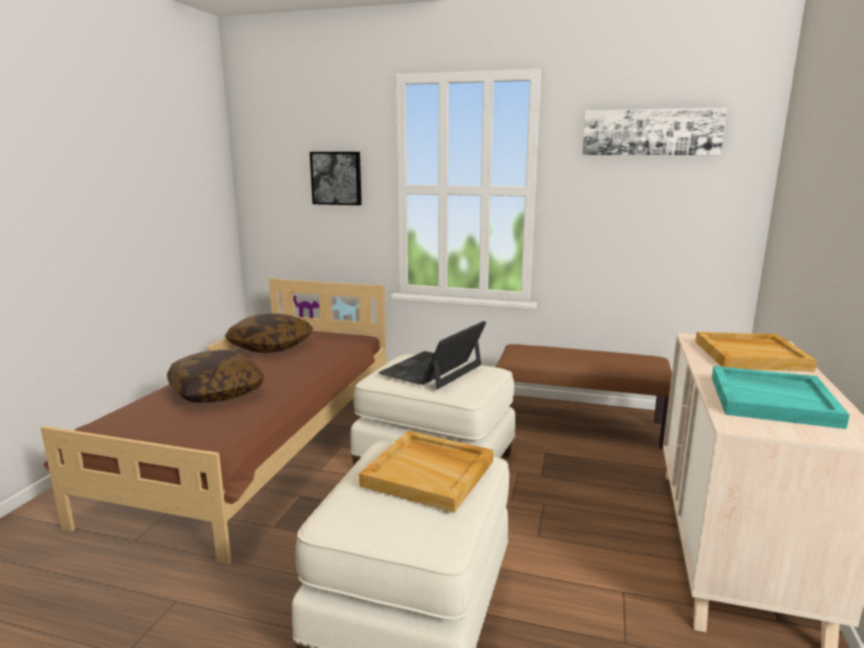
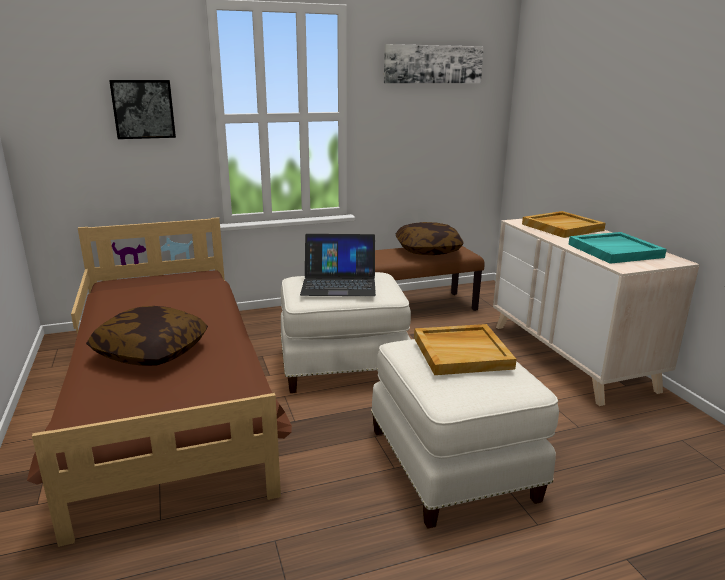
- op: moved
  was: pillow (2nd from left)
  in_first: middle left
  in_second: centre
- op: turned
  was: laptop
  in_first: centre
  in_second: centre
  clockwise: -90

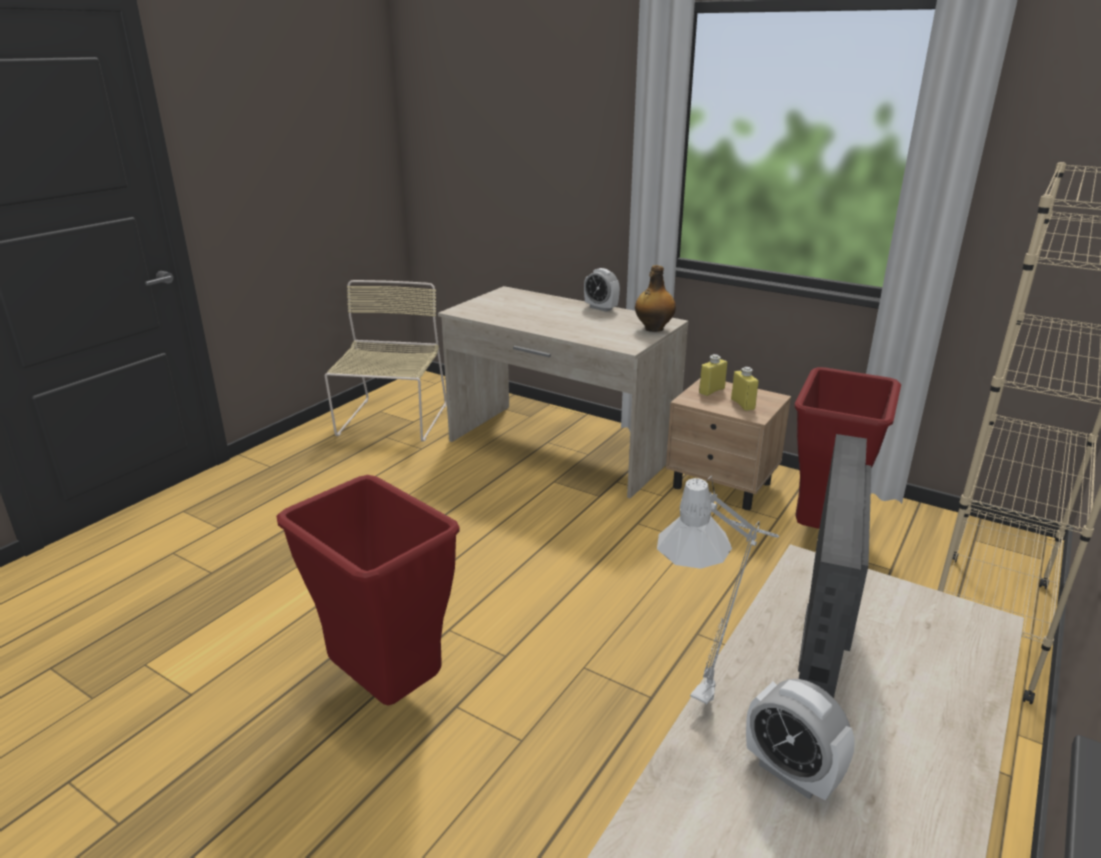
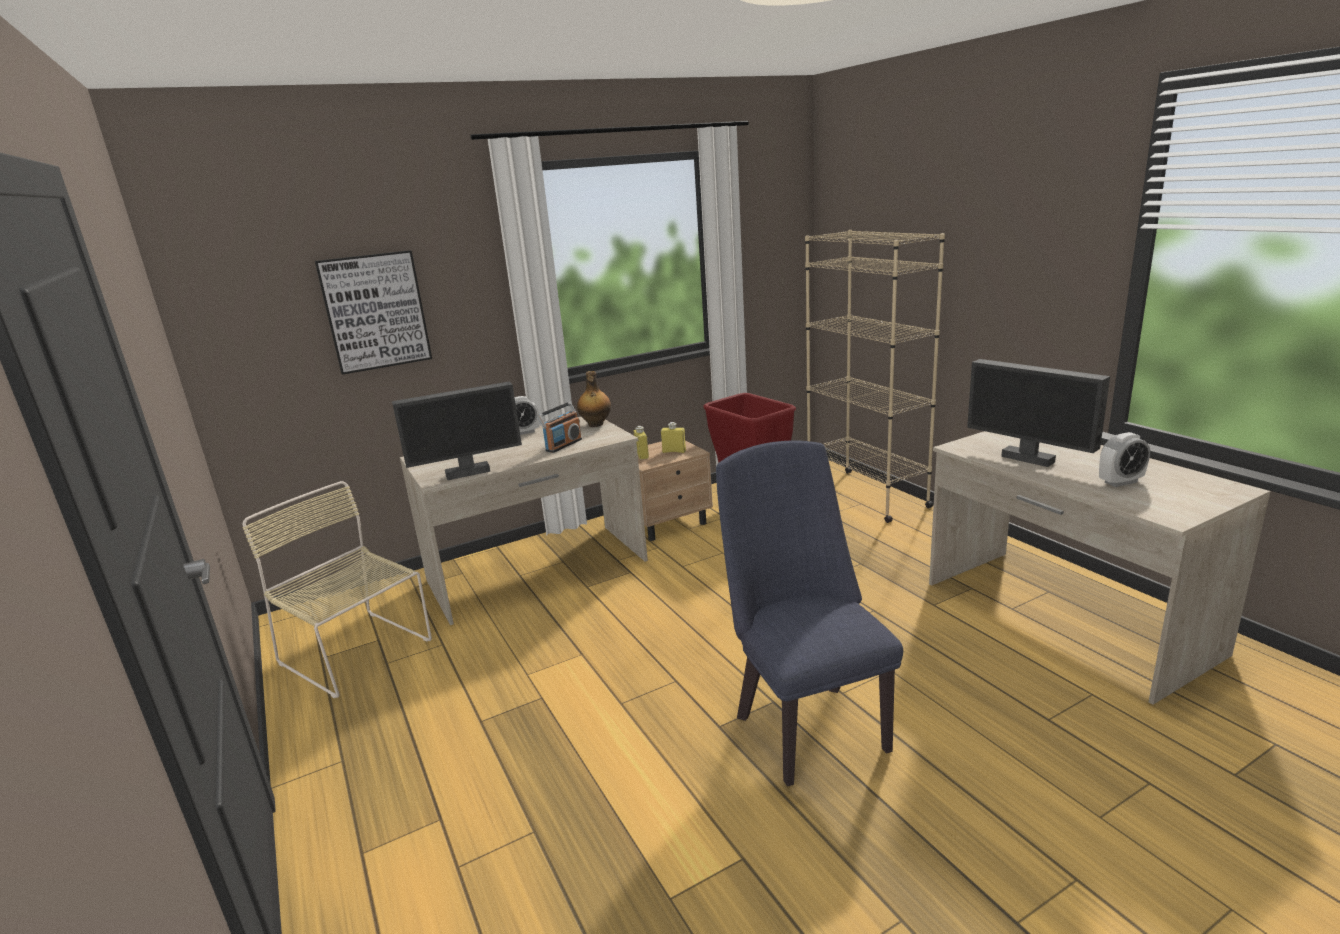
- op: removed
  was: table lamp in grey
  in_first: bottom centre
- op: added
  now: picture
  in_second: middle left
- op: added
  now: monitor (1st from left)
  in_second: centre
- op: added
  now: radio
  in_second: centre
- op: replaced
  was: trash can in red (1st from left)
  now: chair in blue
  in_first: bottom centre
  in_second: centre

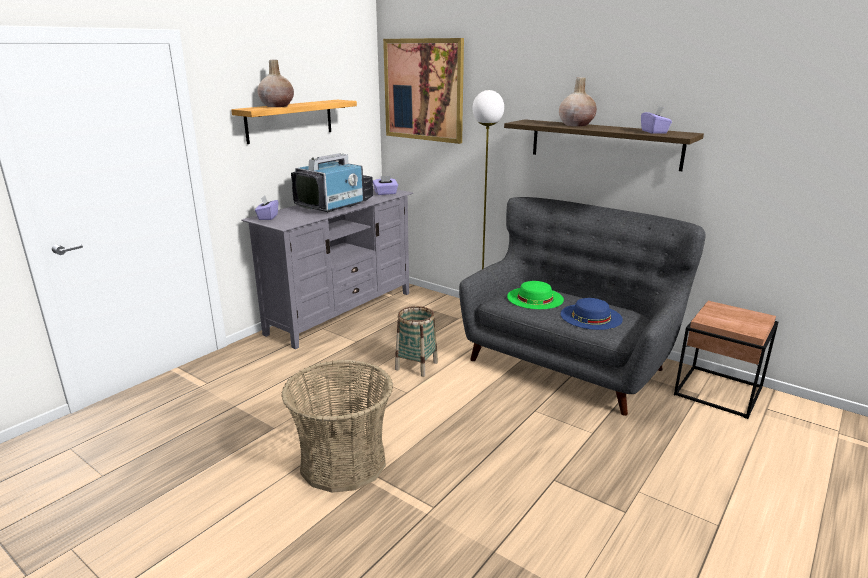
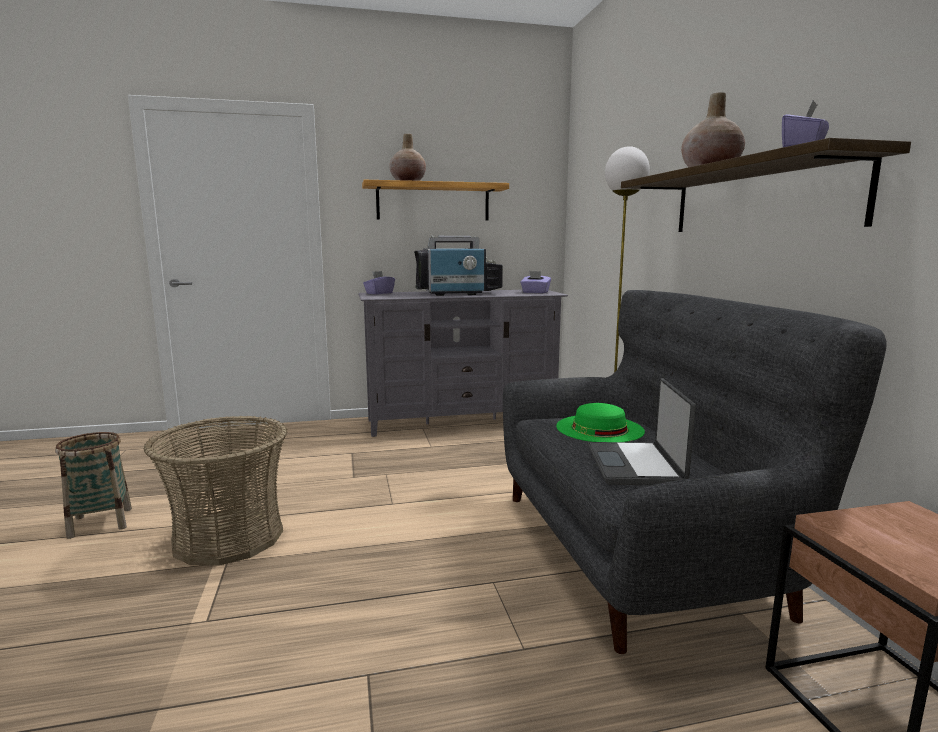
- op: removed
  was: picture
  in_first: top centre
- op: moved
  was: basket (2nd from left in the first image)
  now: basket (1st from left)
  in_first: centre
  in_second: middle left
- op: replaced
  was: hat in blue
  now: laptop
  in_first: middle right
  in_second: middle right

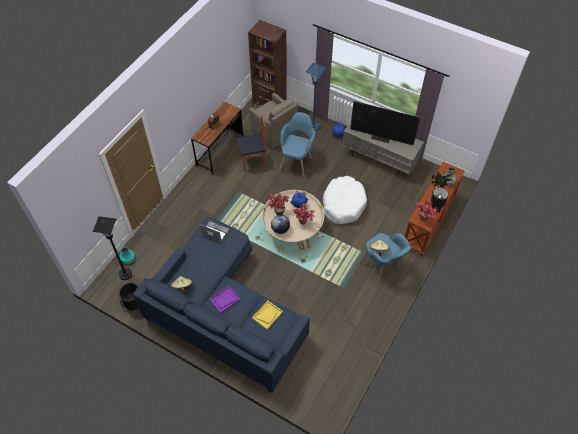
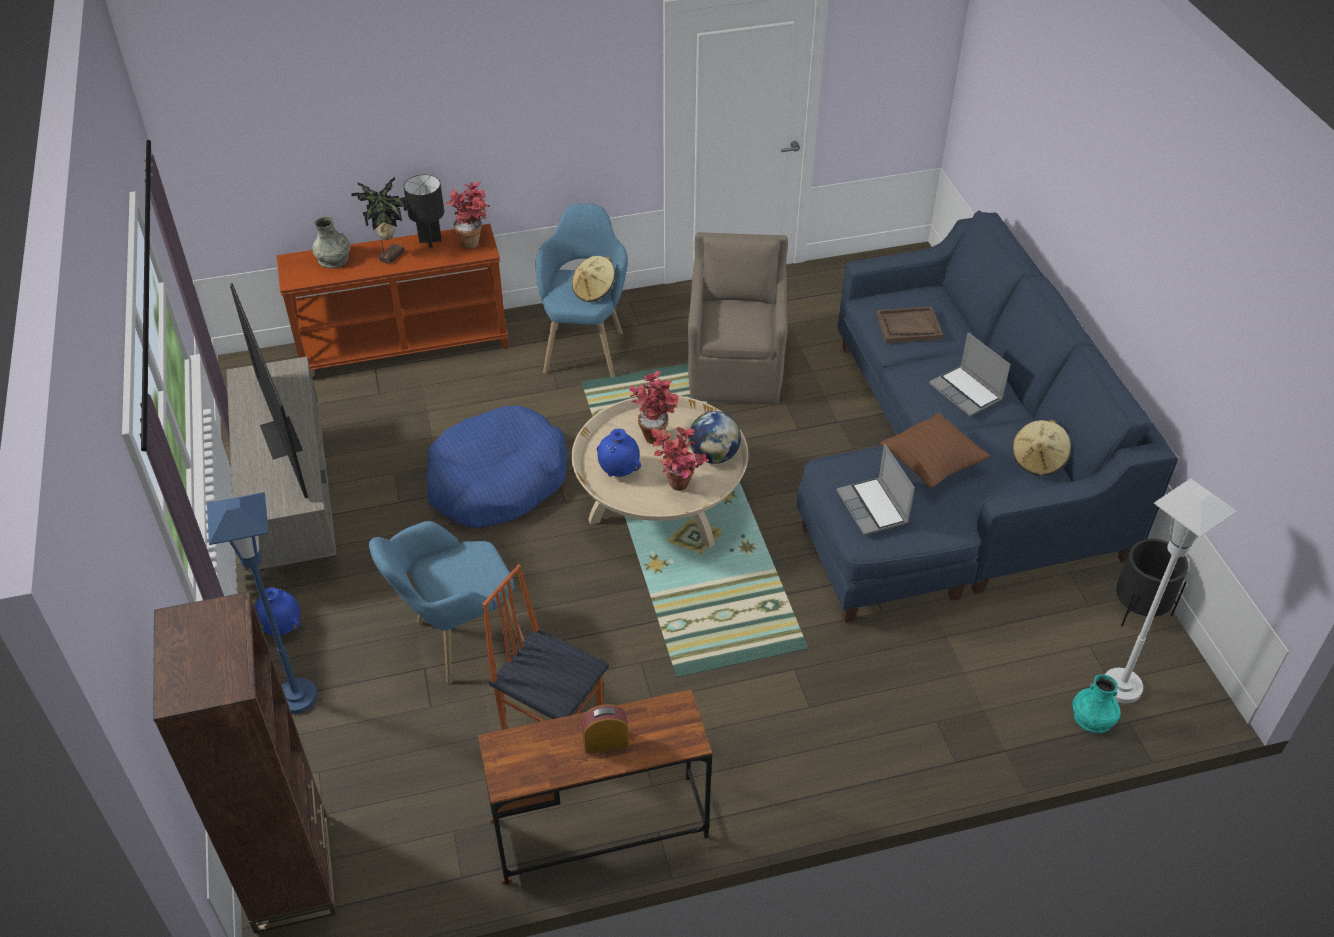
- op: added
  now: pillow in brown
  in_second: middle right
- op: moved
  was: armchair in brown
  in_first: top centre
  in_second: centre
- op: replaced
  was: tray in purple
  now: laptop (2nd from left)
  in_first: bottom centre
  in_second: middle right
- op: recoloured
  was: floor lamp in black
  now: floor lamp in white
  in_first: middle left
  in_second: middle right
- op: recoloured
  was: tray in yellow
  now: tray in brown
  in_first: bottom centre
  in_second: middle right
- op: recoloured
  was: dog bed in white
  now: dog bed in blue
  in_first: centre
  in_second: centre

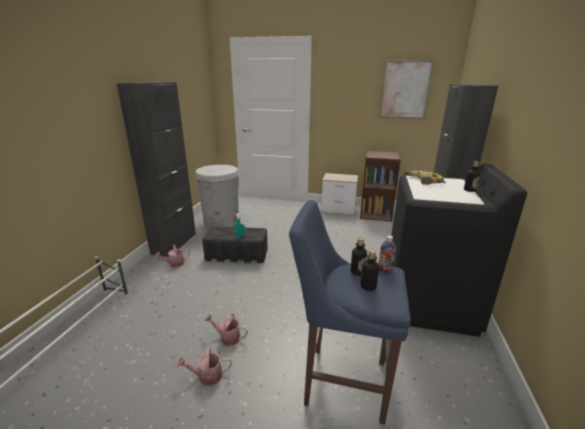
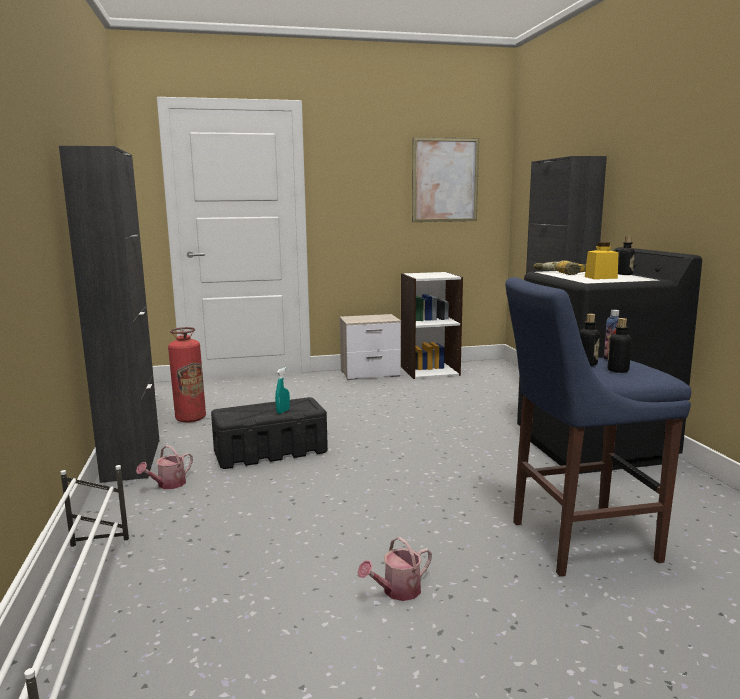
- op: removed
  was: watering can (3rd from left)
  in_first: bottom centre
- op: added
  now: jar in yellow
  in_second: middle right
- op: replaced
  was: trash can in white
  now: fire extinguisher
  in_first: centre
  in_second: middle left
- op: recoloured
  was: bookcase in brown
  now: bookcase in white
  in_first: centre
  in_second: centre

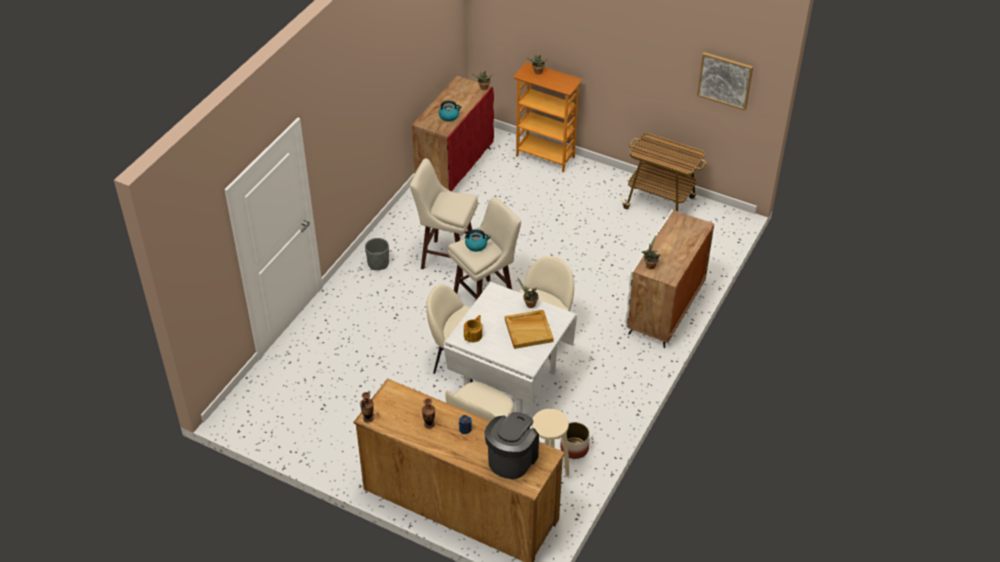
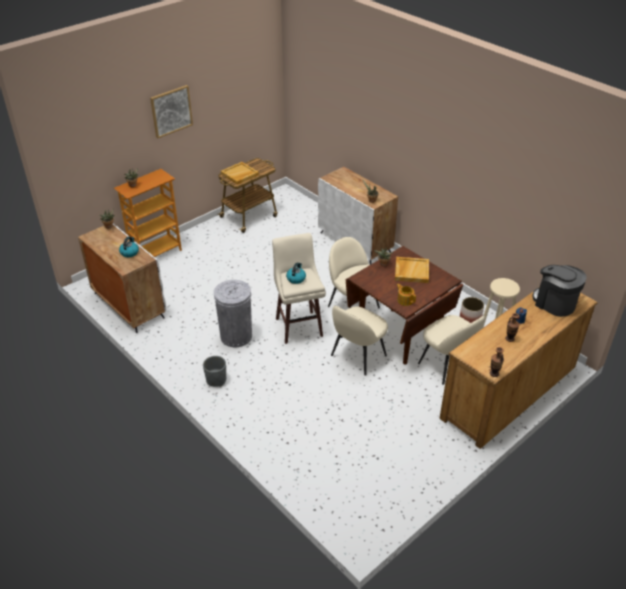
- op: added
  now: tray in beige (1st from left)
  in_second: top centre
- op: moved
  was: picture
  in_first: top right
  in_second: top left
- op: replaced
  was: stool in beige (1st from left)
  now: trash can in grey
  in_first: centre
  in_second: centre
- op: recoloured
  was: cabinet in red
  now: cabinet in white (1st from left)
  in_first: top centre
  in_second: middle left
- op: recoloured
  was: dining table in white
  now: dining table in brown
  in_first: centre
  in_second: centre

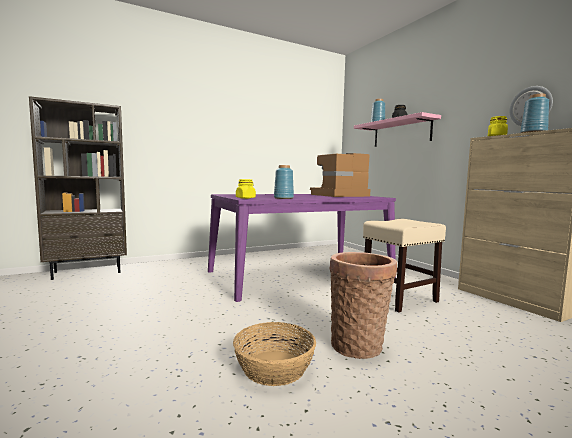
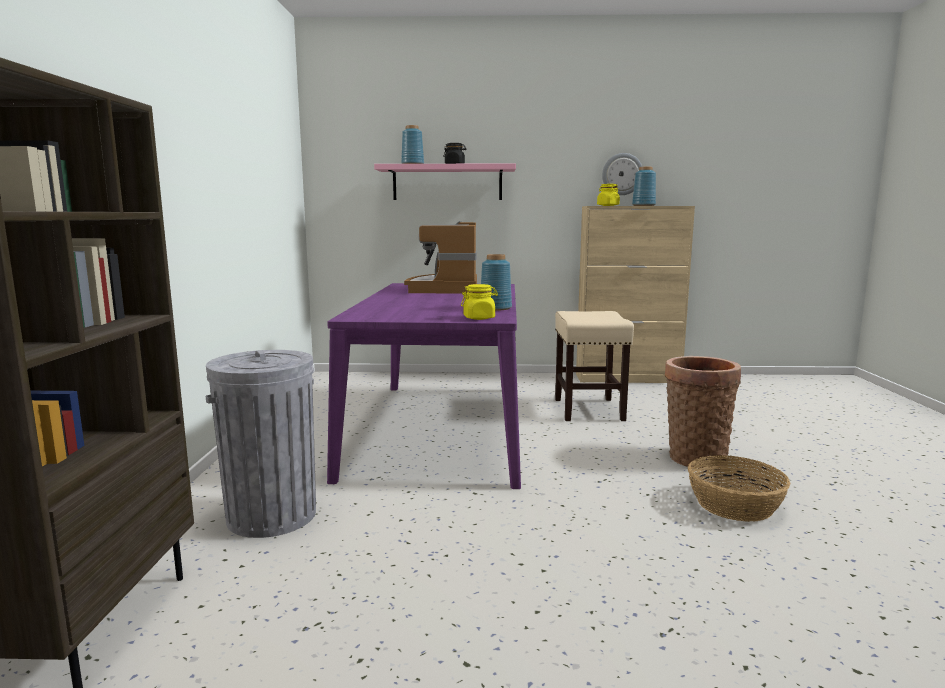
- op: added
  now: trash can in grey
  in_second: middle left

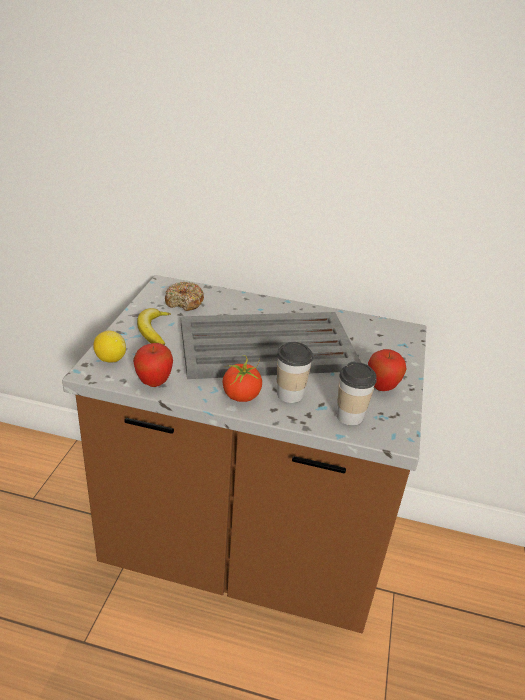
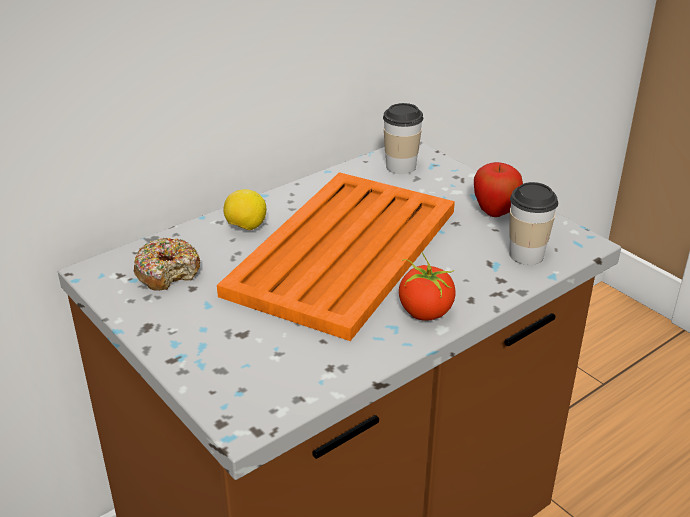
- op: removed
  was: apple (1st from left)
  in_first: middle left
- op: removed
  was: banana
  in_first: middle left
- op: moved
  was: lemon
  in_first: middle left
  in_second: centre
- op: moved
  was: cup (1st from left)
  in_first: centre
  in_second: top centre
- op: recoloured
  was: tray in grey
  now: tray in orange
  in_first: centre
  in_second: centre

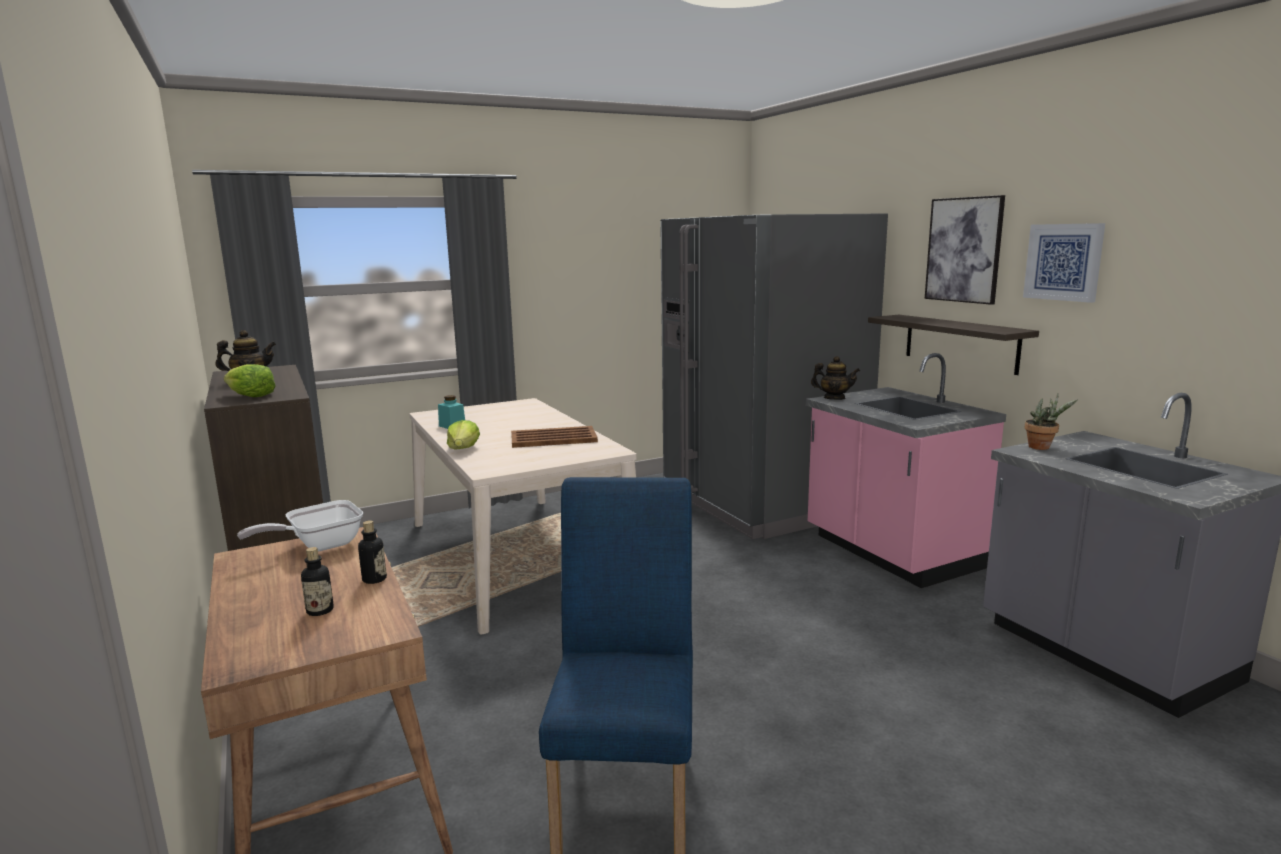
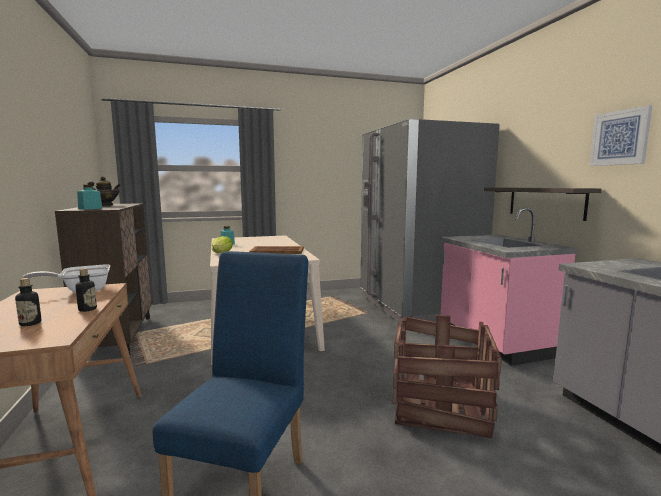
- op: removed
  was: teapot (2nd from left)
  in_first: centre
- op: removed
  was: picture (1st from left)
  in_first: top right
- op: removed
  was: potted plant
  in_first: middle right
- op: added
  now: crate
  in_second: bottom right
- op: replaced
  was: lettuce (1st from left)
  now: jar in turquoise (1st from left)
  in_first: middle left
  in_second: middle left

